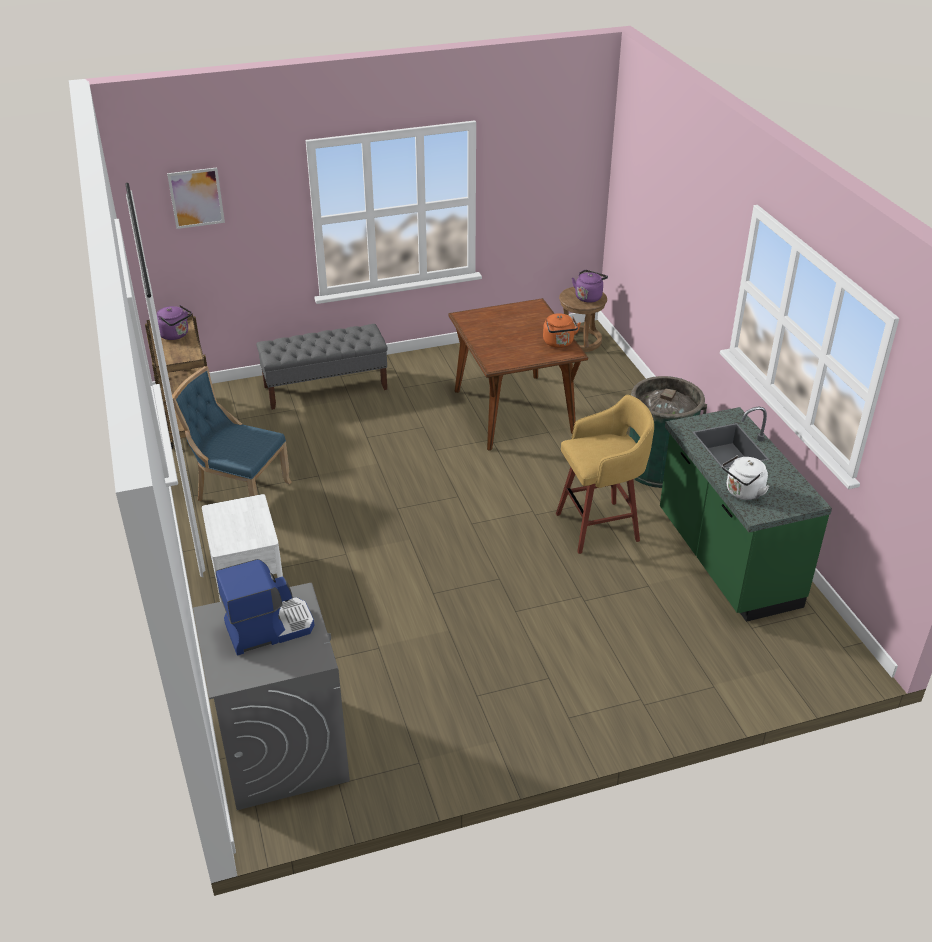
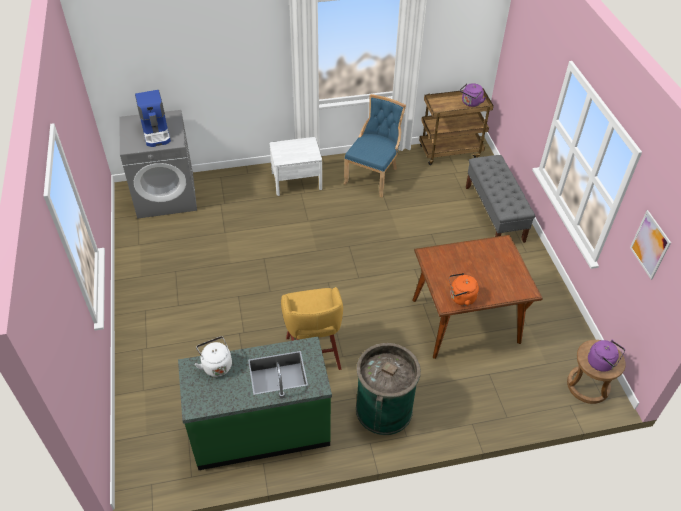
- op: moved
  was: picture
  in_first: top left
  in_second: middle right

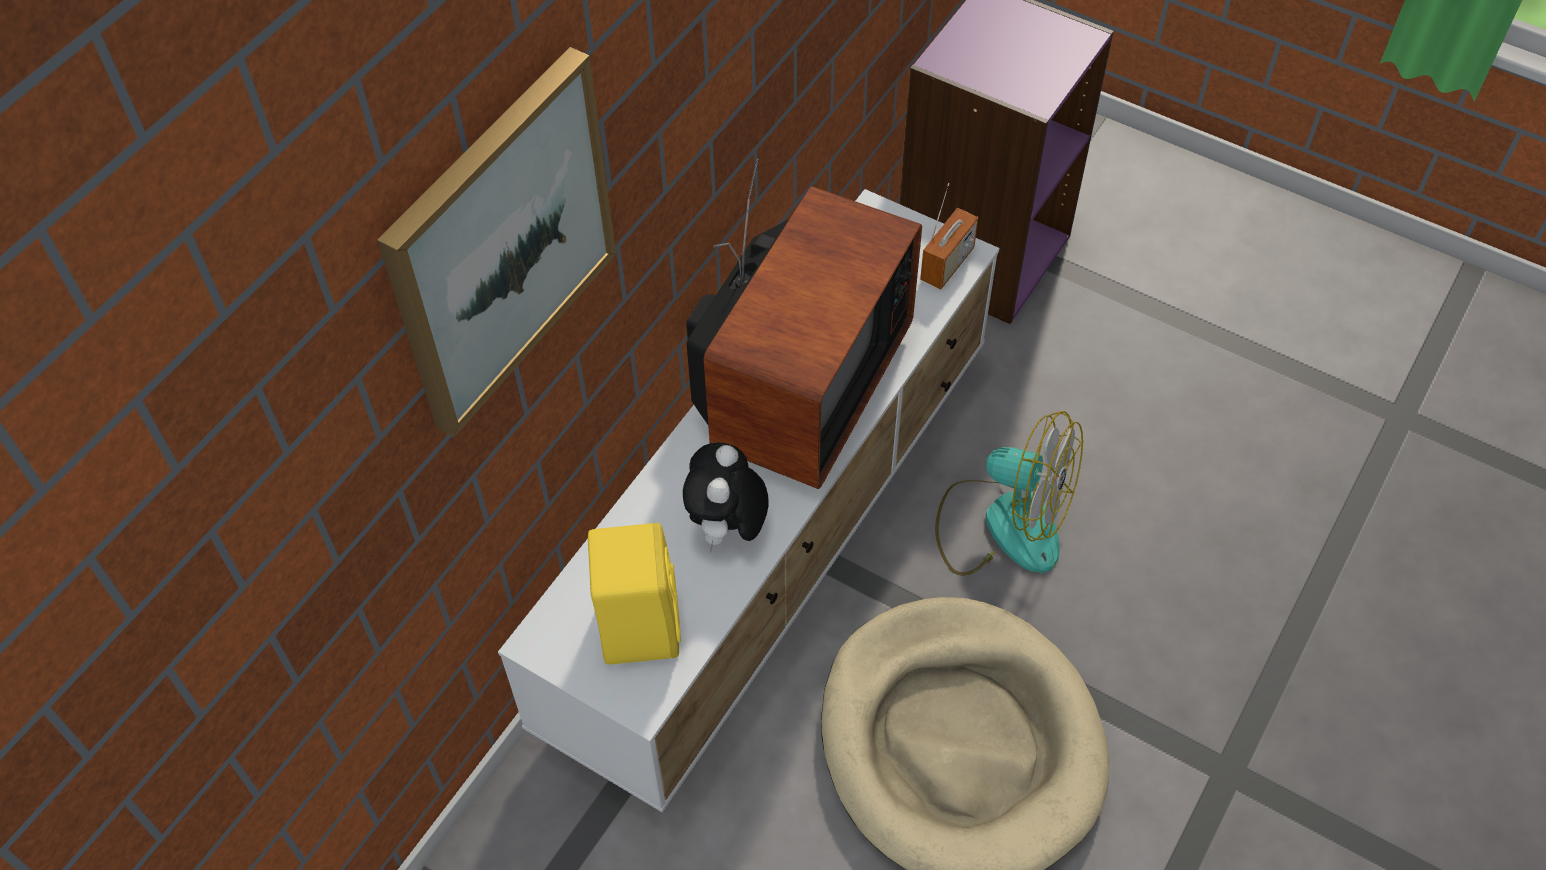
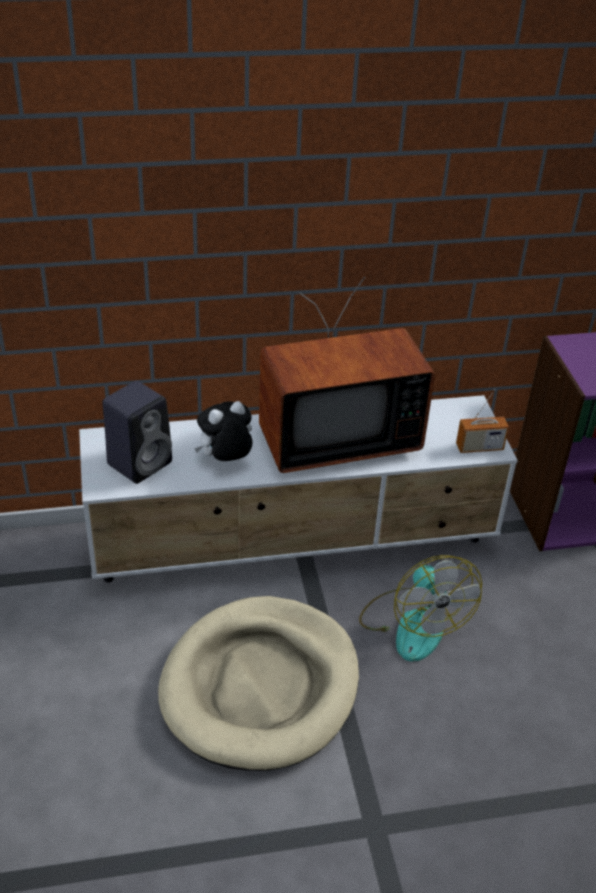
- op: removed
  was: picture
  in_first: top left
- op: recoloured
  was: speaker in yellow
  now: speaker in black
  in_first: bottom centre
  in_second: middle left

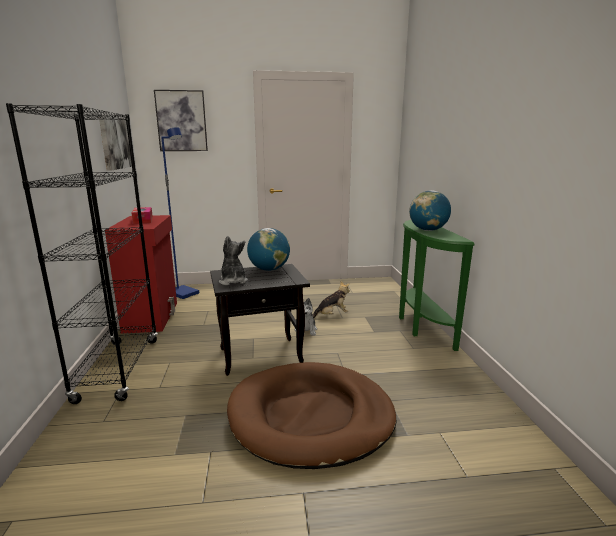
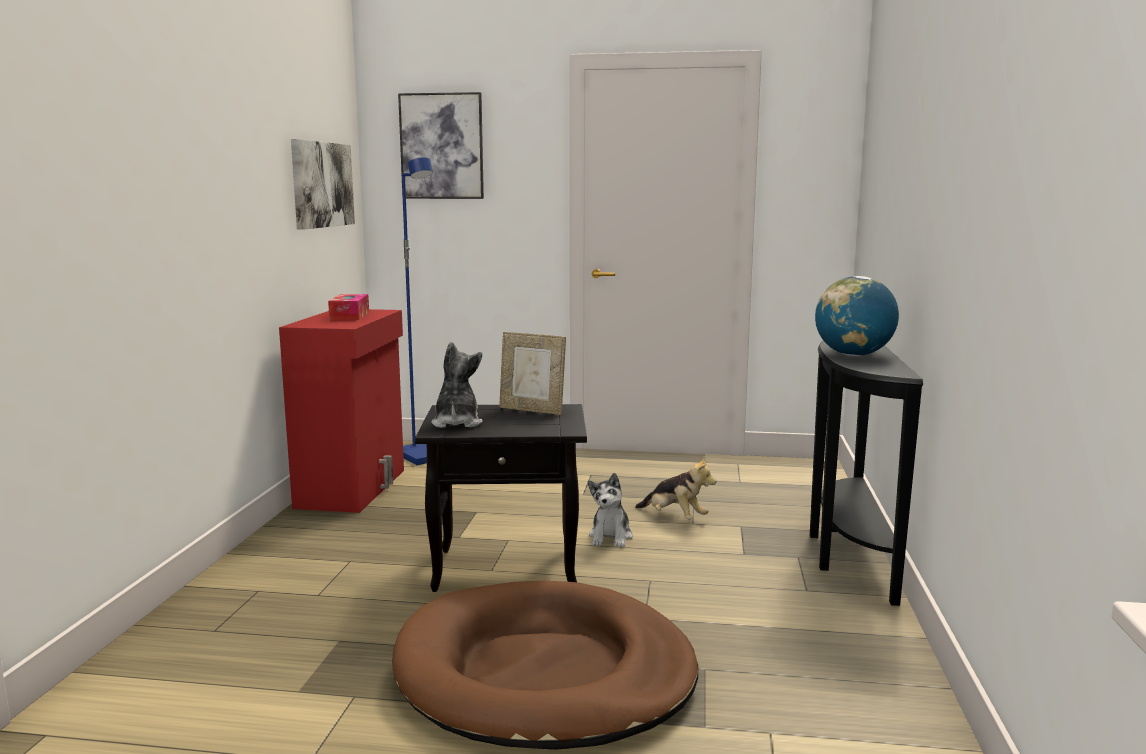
- op: removed
  was: bookcase in black
  in_first: middle left
- op: replaced
  was: globe (1st from left)
  now: picture frame
  in_first: centre
  in_second: centre
- op: recoloured
  was: console table in green
  now: console table in black
  in_first: middle right
  in_second: middle right
- op: turned
  was: plush toy (3rd from left)
  in_first: centre
  in_second: centre
  clockwise: 45

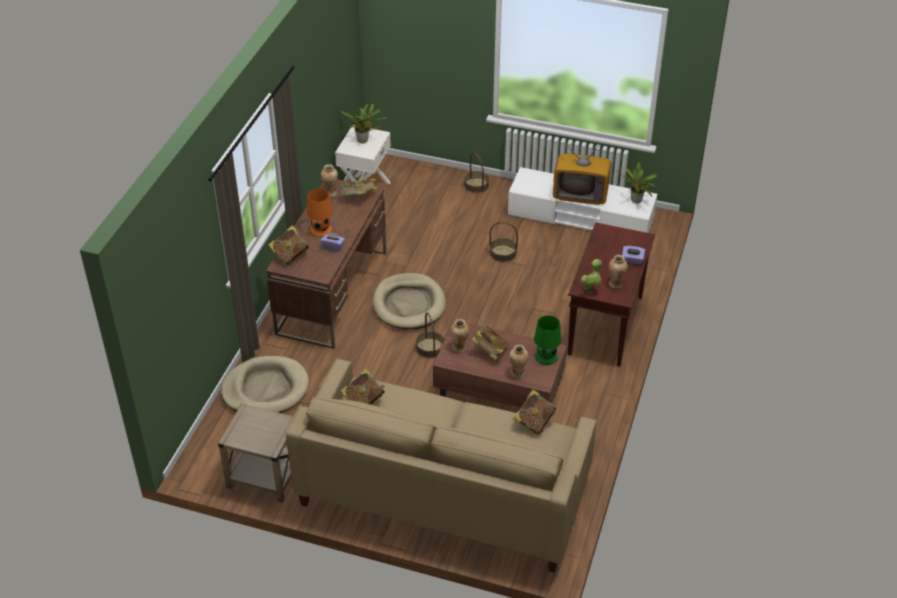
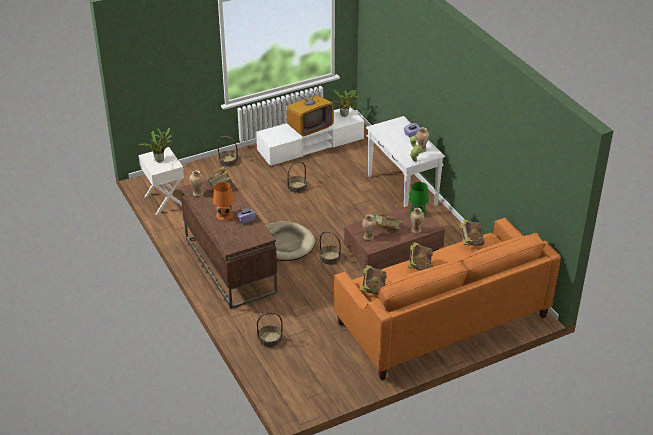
- op: removed
  was: side table in beige
  in_first: bottom left
- op: moved
  was: book (1st from left in the first image)
  now: book (4th from left)
  in_first: middle left
  in_second: centre
- op: replaced
  was: dog bed in beige (1st from left)
  now: basket (2nd from left)
  in_first: middle left
  in_second: bottom centre
- op: recoloured
  was: sofa in beige
  now: sofa in orange
  in_first: bottom centre
  in_second: bottom right
- op: recoloured
  was: console table in brown
  now: console table in white
  in_first: middle right
  in_second: centre

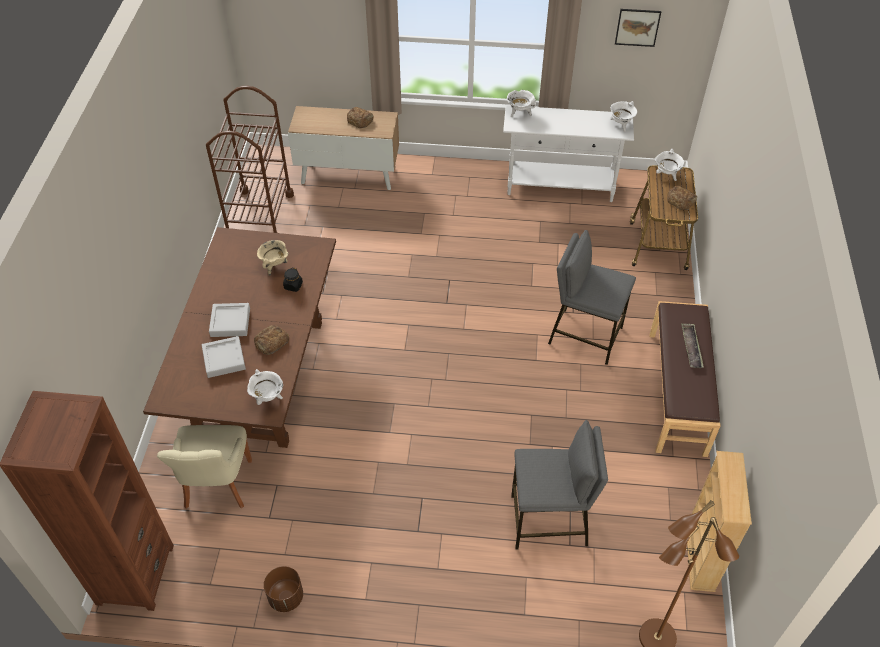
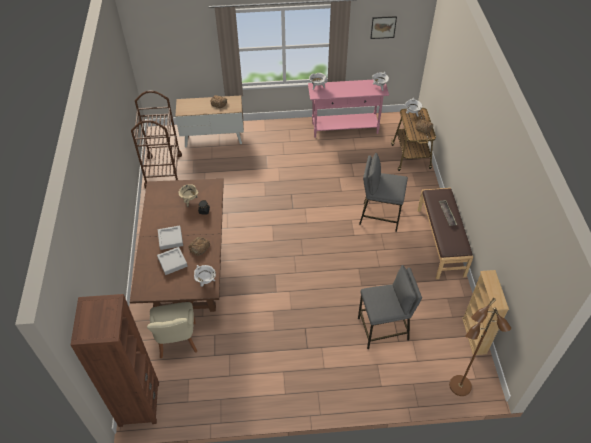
- op: removed
  was: planter in brown
  in_first: bottom left
- op: recoloured
  was: console table in white
  now: console table in pink
  in_first: top centre
  in_second: top centre

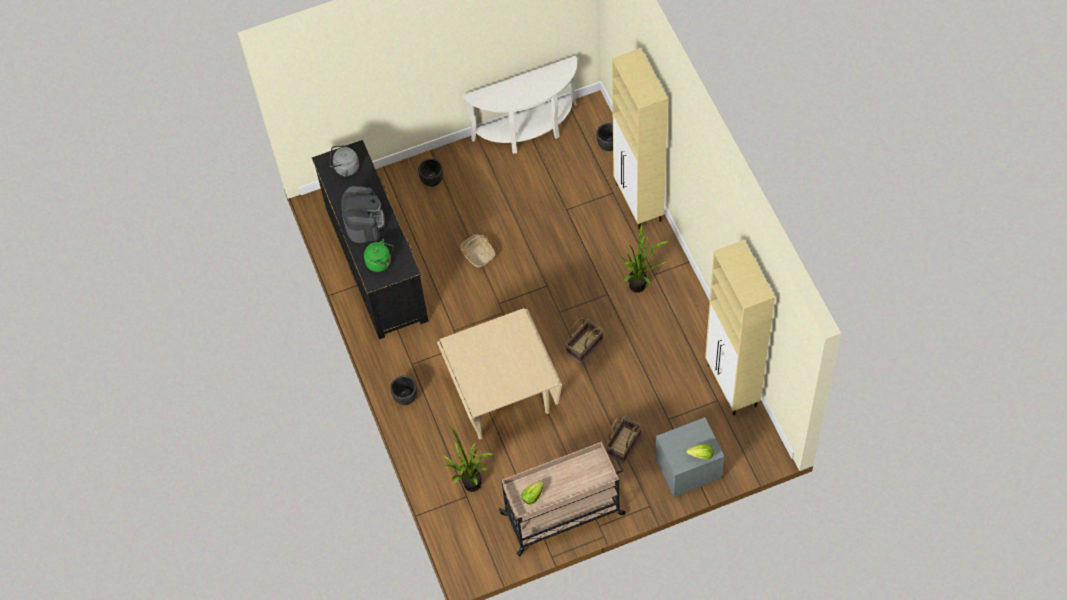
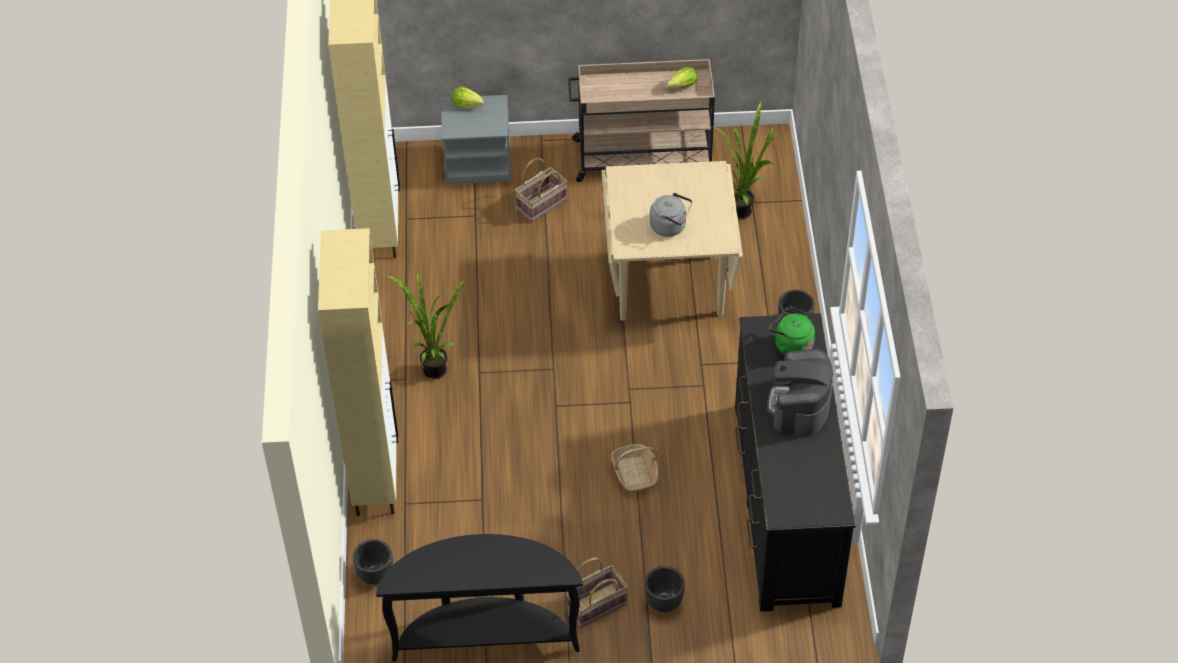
- op: moved
  was: kettle in grey
  in_first: top left
  in_second: top centre
- op: moved
  was: basket (2nd from left)
  in_first: centre
  in_second: bottom centre
- op: recoloured
  was: console table in white
  now: console table in black
  in_first: top centre
  in_second: bottom centre

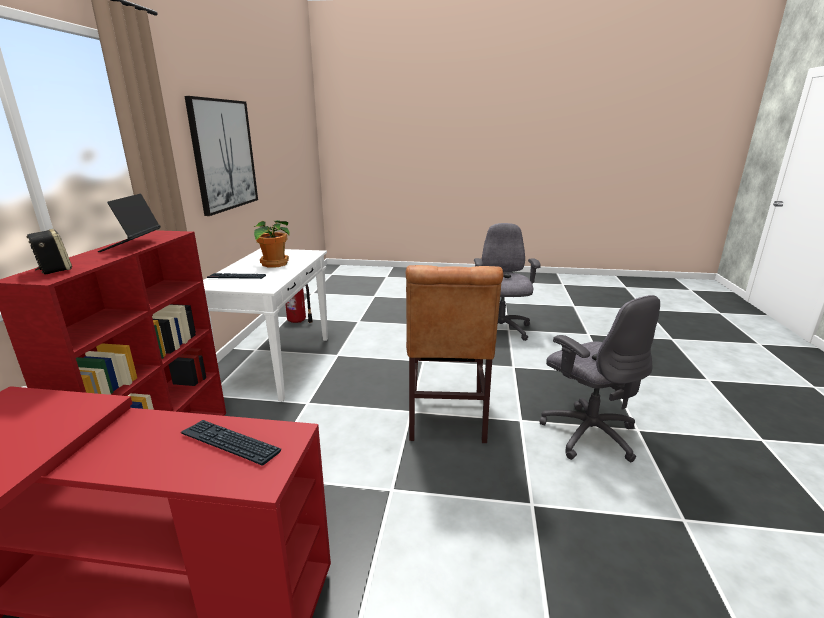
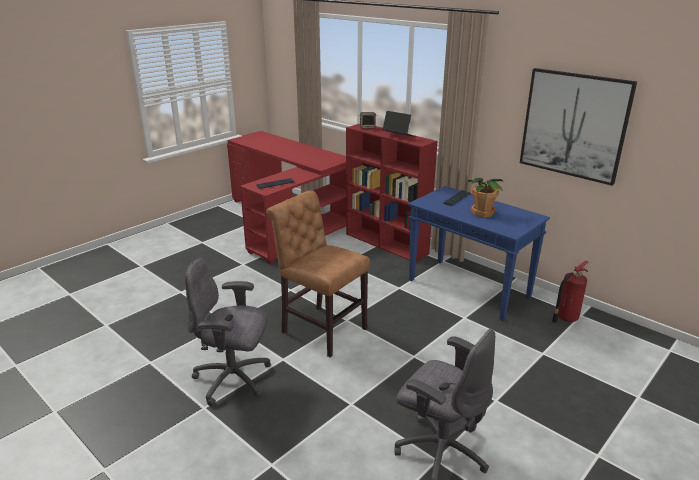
- op: recoloured
  was: console table in white
  now: console table in blue
  in_first: middle left
  in_second: middle right

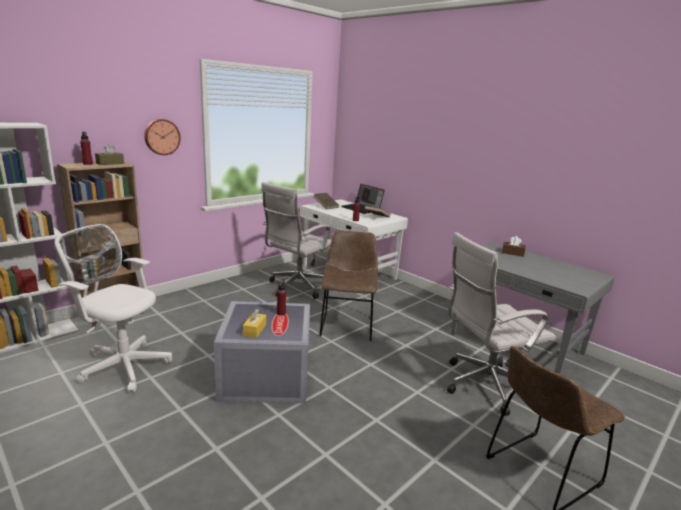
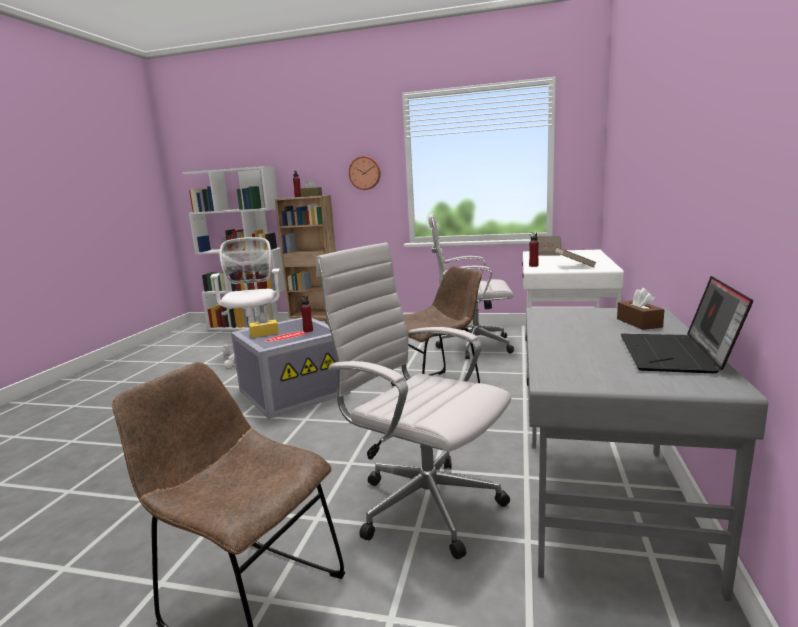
- op: moved
  was: laptop
  in_first: centre
  in_second: middle right

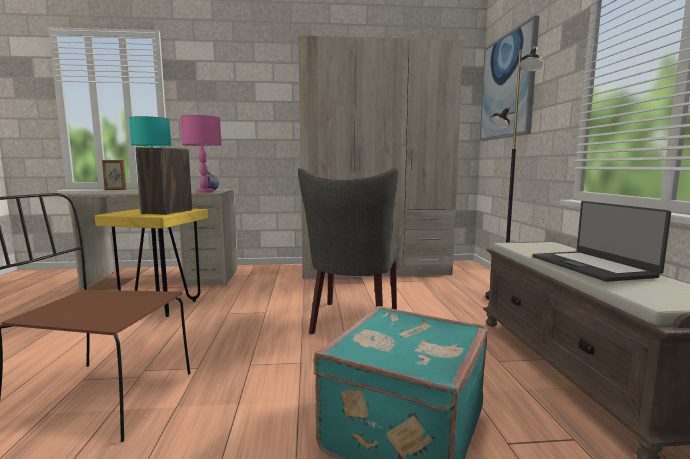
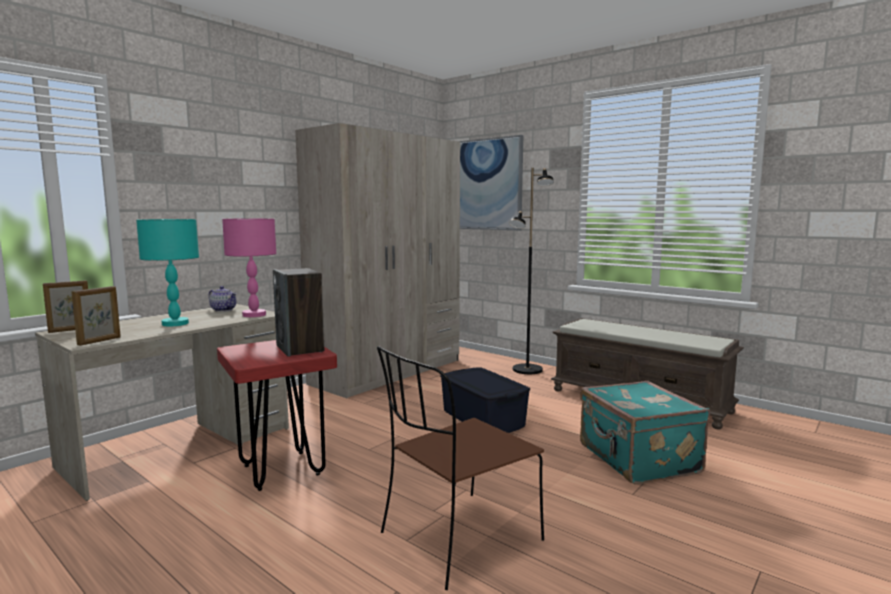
- op: removed
  was: laptop
  in_first: middle right
- op: added
  now: picture frame (2nd from left)
  in_second: middle left
- op: replaced
  was: chair in grey
  now: storage box in blue
  in_first: centre
  in_second: bottom centre
- op: recoloured
  was: stool in yellow
  now: stool in red
  in_first: middle left
  in_second: bottom left

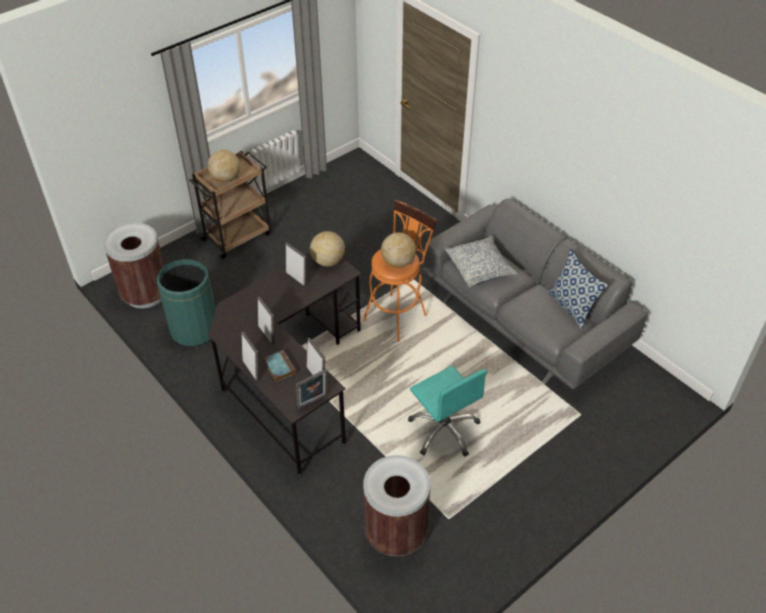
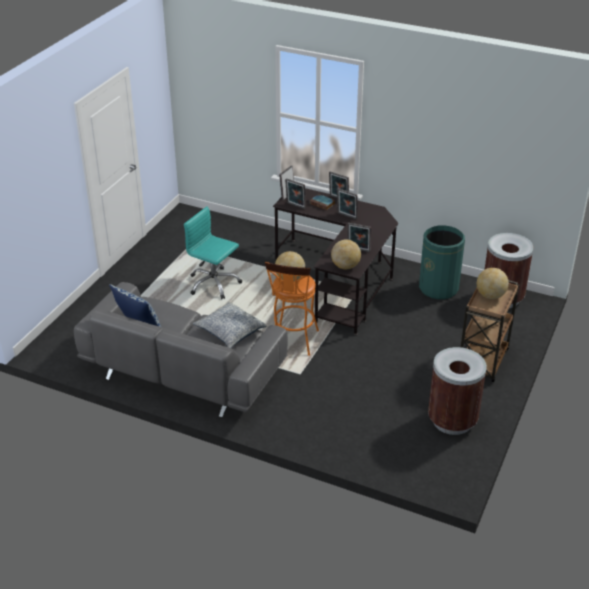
- op: moved
  was: trash can in brown (2nd from left in the first image)
  now: trash can in brown (1st from left)
  in_first: bottom centre
  in_second: middle right

